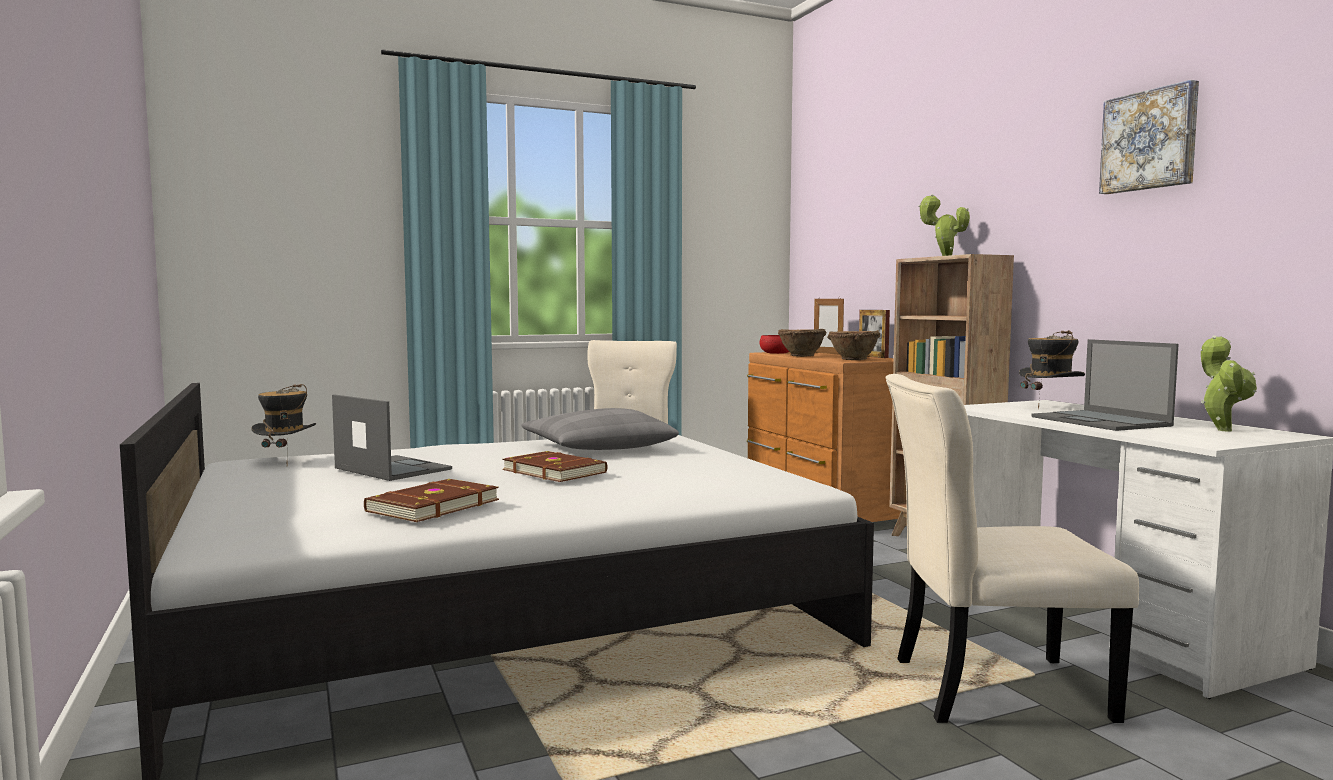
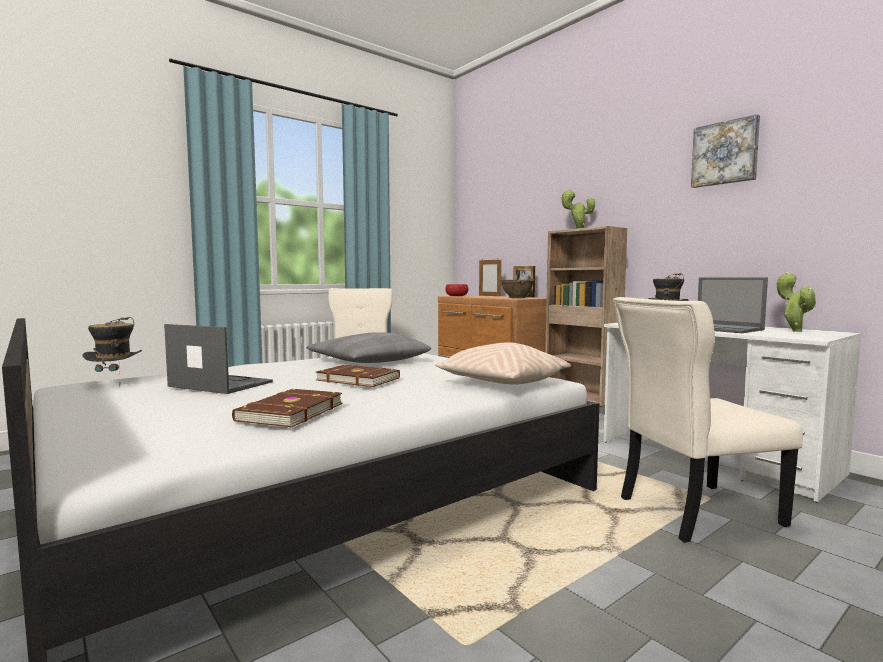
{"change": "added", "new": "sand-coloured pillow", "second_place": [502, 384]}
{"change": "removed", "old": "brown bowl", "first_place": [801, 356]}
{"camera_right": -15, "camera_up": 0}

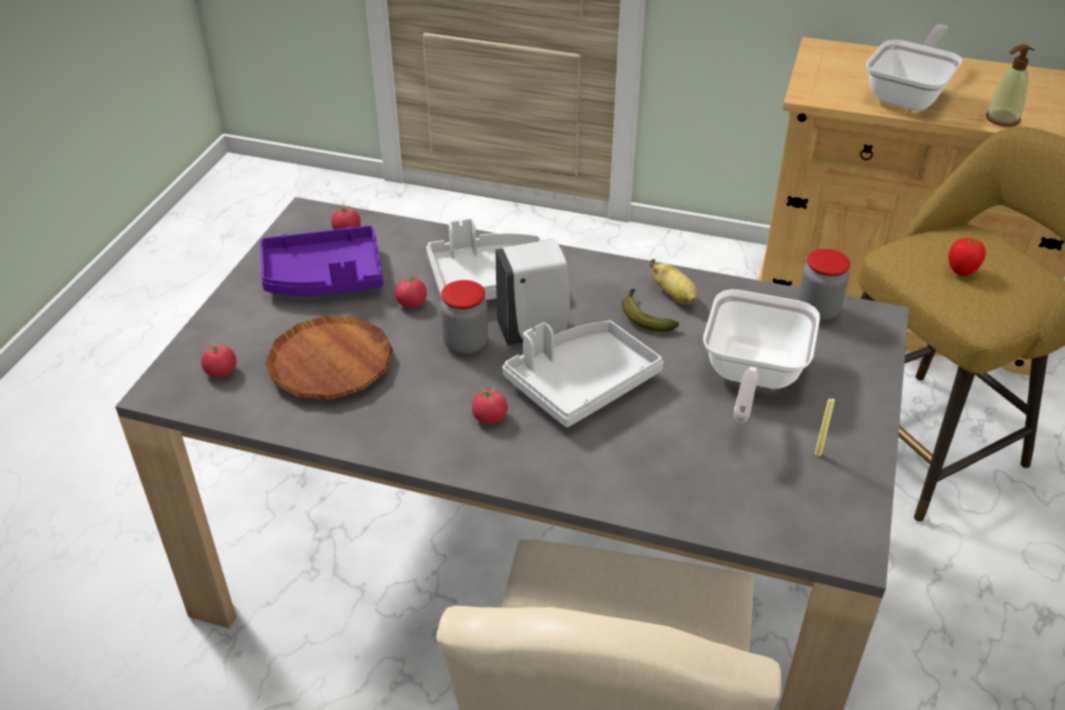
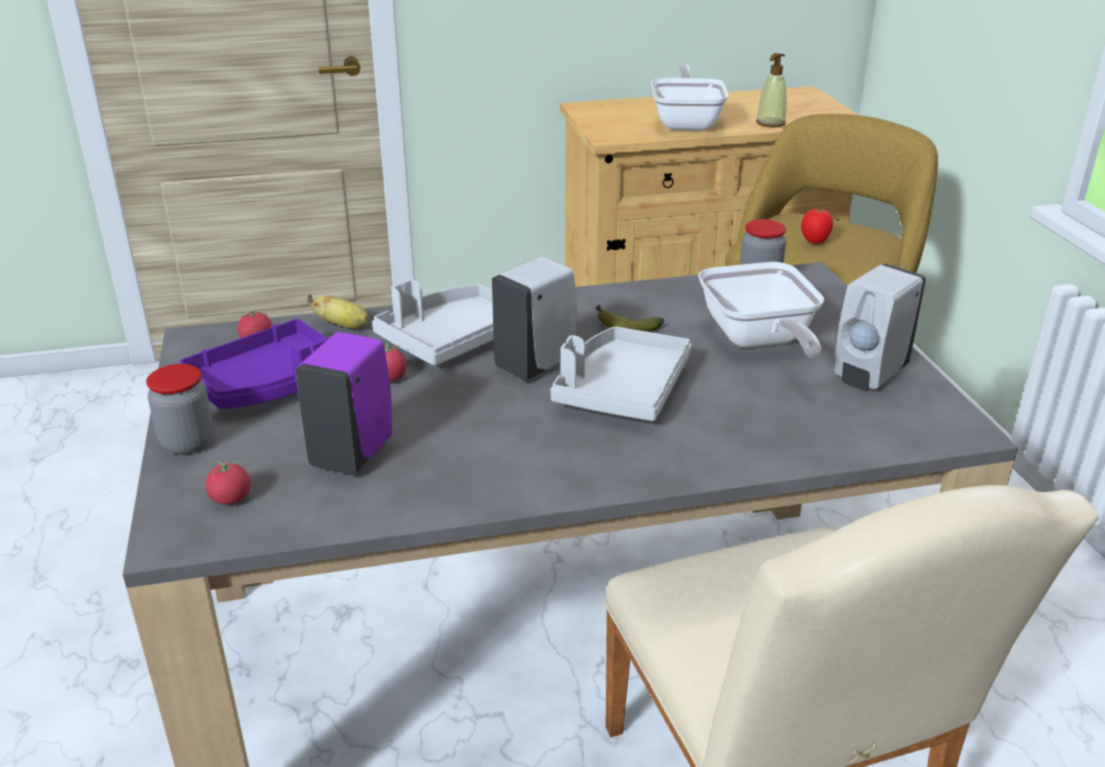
{"change": "moved", "old": "storage jar", "first_place": [465, 343], "second_place": [188, 443]}
{"change": "replaced", "old": "brown dinner plate", "new": "purple-coloured liquid soap bottle", "first_place": [330, 364], "second_place": [354, 453]}
{"change": "moved", "old": "banana", "first_place": [675, 296], "second_place": [343, 325]}
{"change": "replaced", "old": "yellow-coloured wax light", "new": "whitish liquid soap bottle", "first_place": [818, 453], "second_place": [868, 376]}
{"change": "removed", "old": "tomato", "first_place": [490, 417]}
{"camera_right": -30, "camera_up": -10}

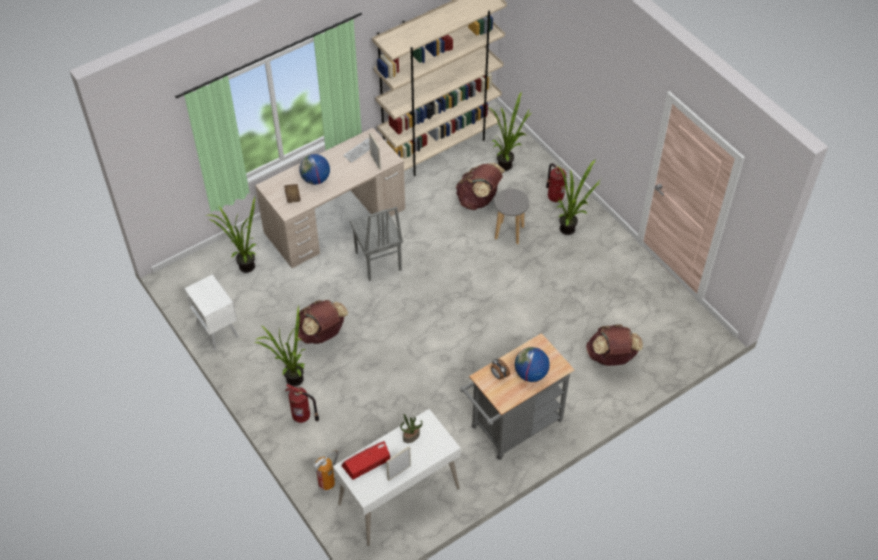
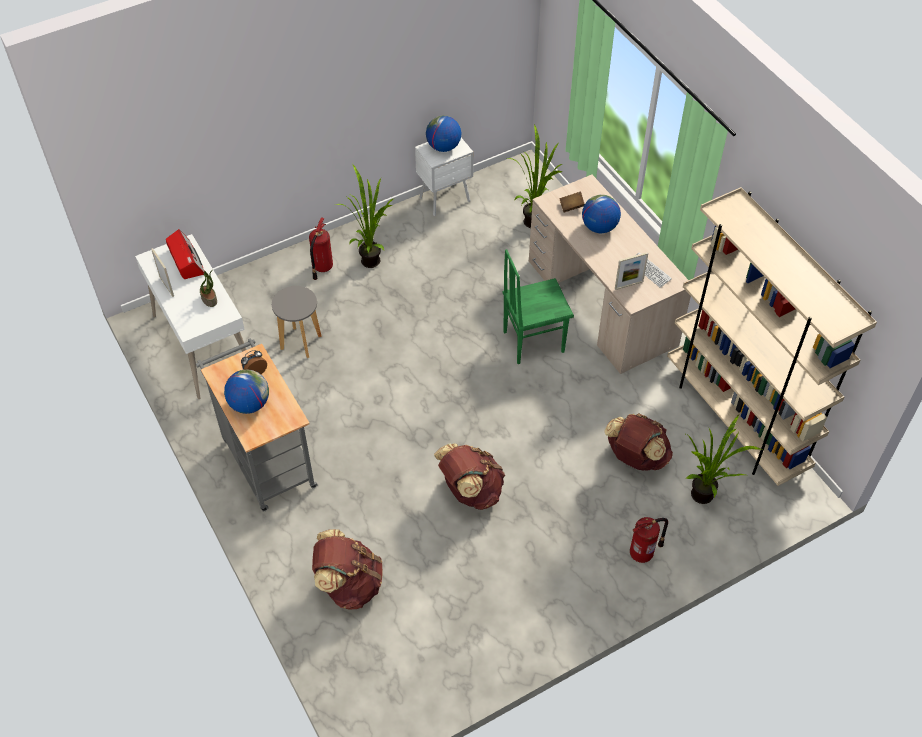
{"change": "moved", "old": "gray stool", "first_place": [509, 233], "second_place": [301, 342]}
{"change": "added", "new": "globe", "second_place": [443, 147]}
{"change": "moved", "old": "brown backpack", "first_place": [322, 334], "second_place": [470, 491]}
{"change": "recoloured", "old": "gray plain chair", "new": "green-coloured plain chair", "first_place": [377, 262], "second_place": [532, 341]}
{"change": "removed", "old": "fire-fighting cylinder", "first_place": [327, 485]}
{"change": "removed", "old": "plant in a pot", "first_place": [571, 229]}
{"camera_right": 95, "camera_up": 0}

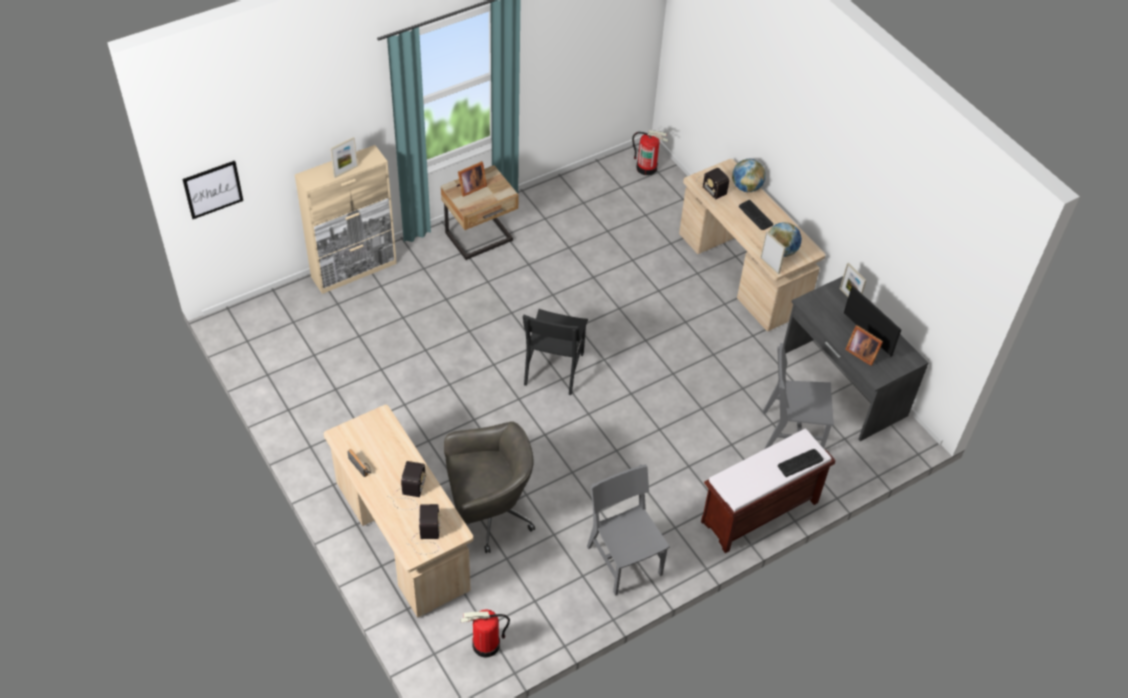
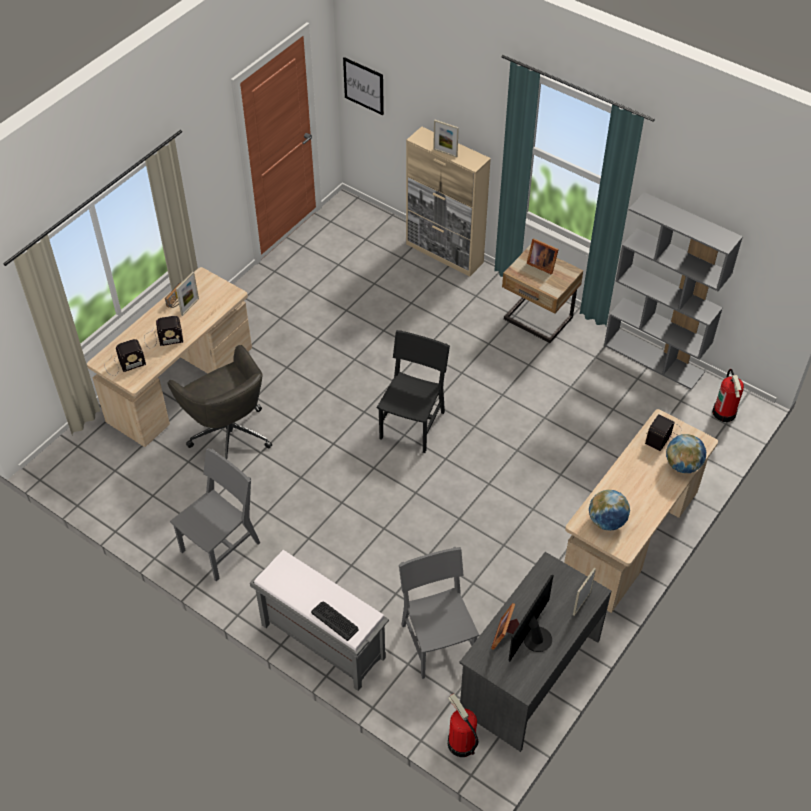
{"change": "moved", "old": "picture frame", "first_place": [770, 265], "second_place": [190, 307]}
{"change": "recoloured", "old": "brown indoor bench", "new": "gray indoor bench", "first_place": [759, 513], "second_place": [321, 641]}
{"change": "turned", "old": "blackish plain chair", "first_place": [554, 369], "second_place": [412, 425], "degrees": 120}
{"change": "moved", "old": "fire-fighting cylinder", "first_place": [486, 645], "second_place": [461, 743]}
{"change": "added", "new": "gray bookshelf", "second_place": [654, 358]}
{"change": "removed", "old": "PC keyboard", "first_place": [755, 215]}
{"camera_right": 70, "camera_up": 0}

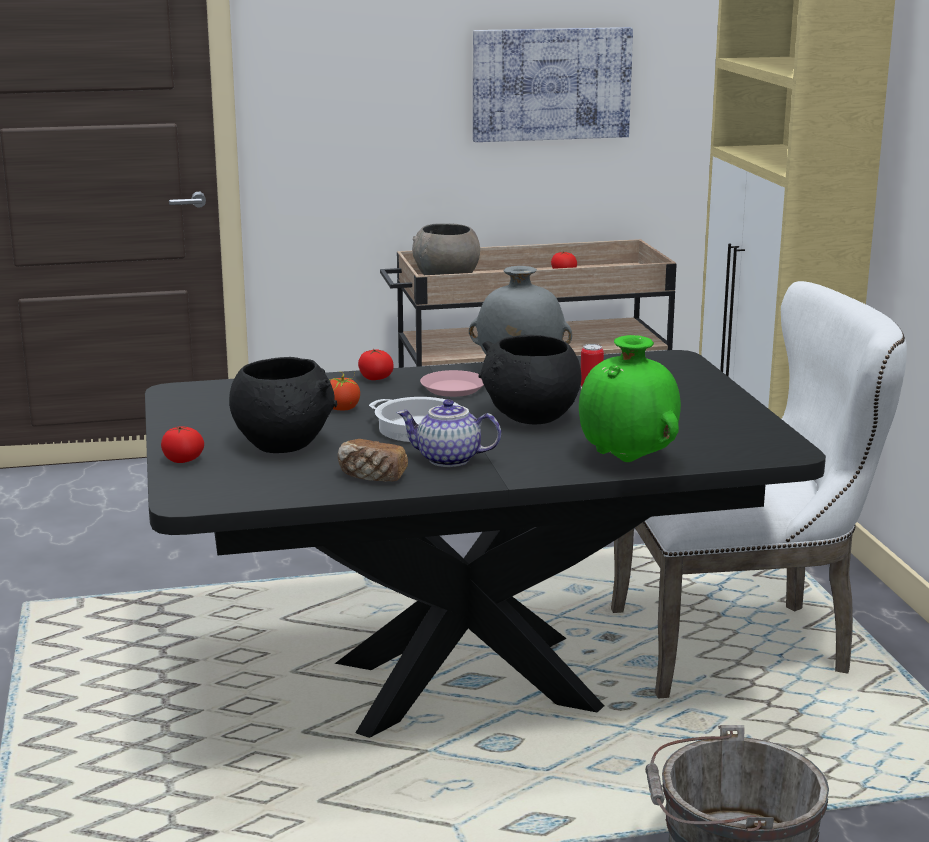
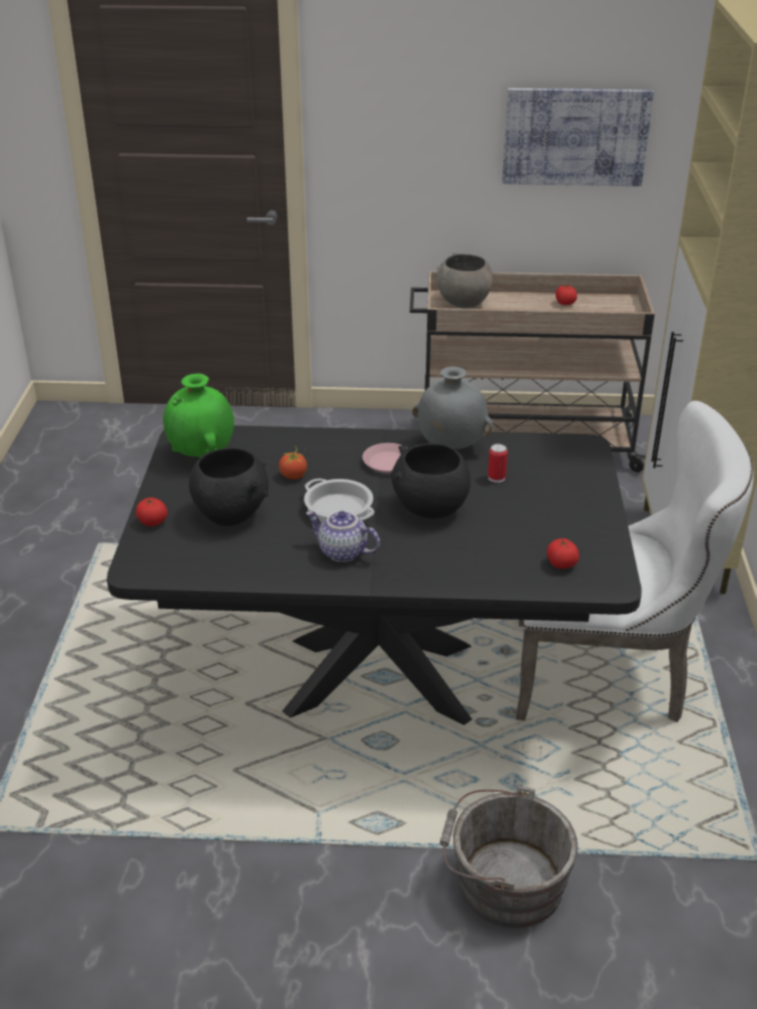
{"change": "moved", "old": "green-coloured vase", "first_place": [628, 460], "second_place": [202, 455]}
{"change": "moved", "old": "tomato", "first_place": [375, 378], "second_place": [561, 564]}
{"change": "removed", "old": "bread", "first_place": [372, 476]}
{"camera_right": 15, "camera_up": 15}

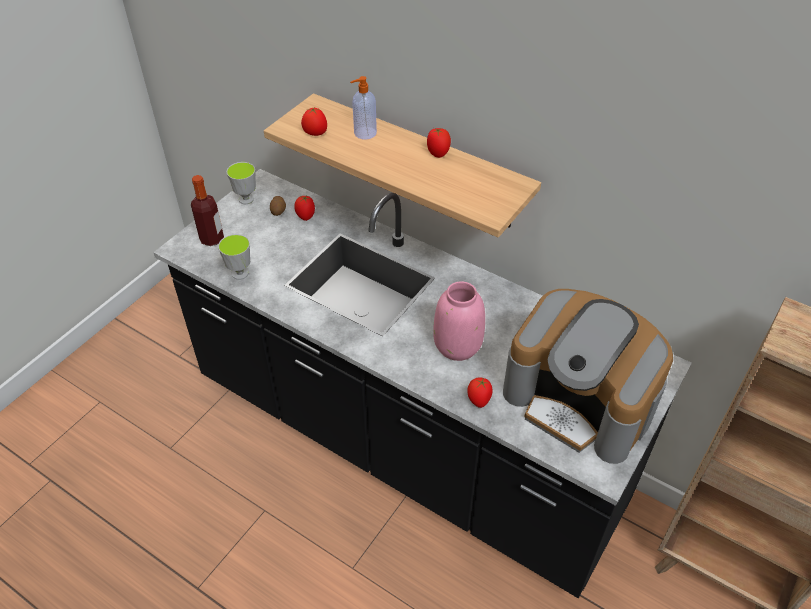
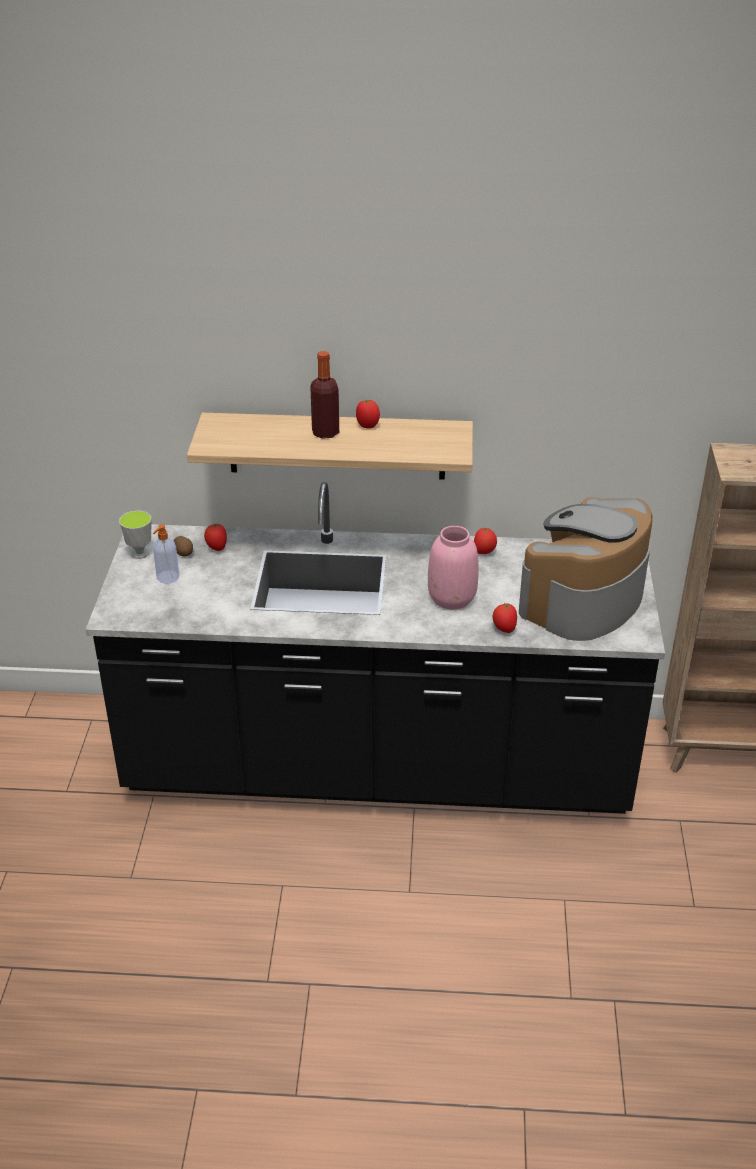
{"change": "moved", "old": "liquid soap bottle", "first_place": [364, 133], "second_place": [167, 577]}
{"change": "moved", "old": "beverage bottle", "first_place": [212, 239], "second_place": [325, 432]}
{"change": "moved", "old": "tomato", "first_place": [315, 134], "second_place": [484, 552]}
{"change": "turned", "old": "coffee machine", "first_place": [580, 401], "second_place": [584, 599], "degrees": 120}
{"change": "removed", "old": "cup", "first_place": [240, 274]}
{"camera_right": -30, "camera_up": -10}

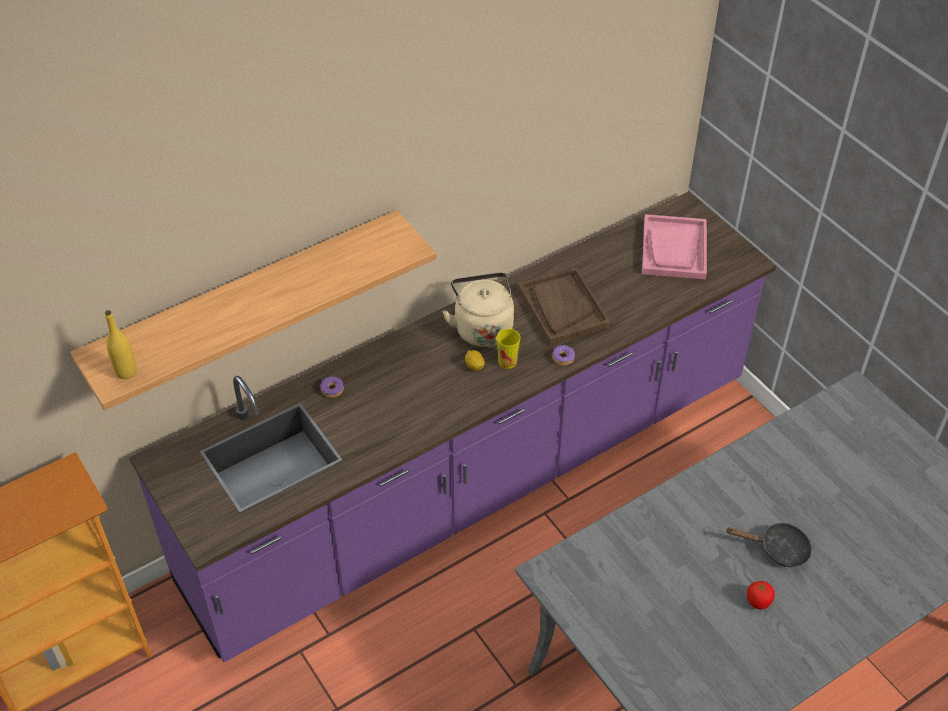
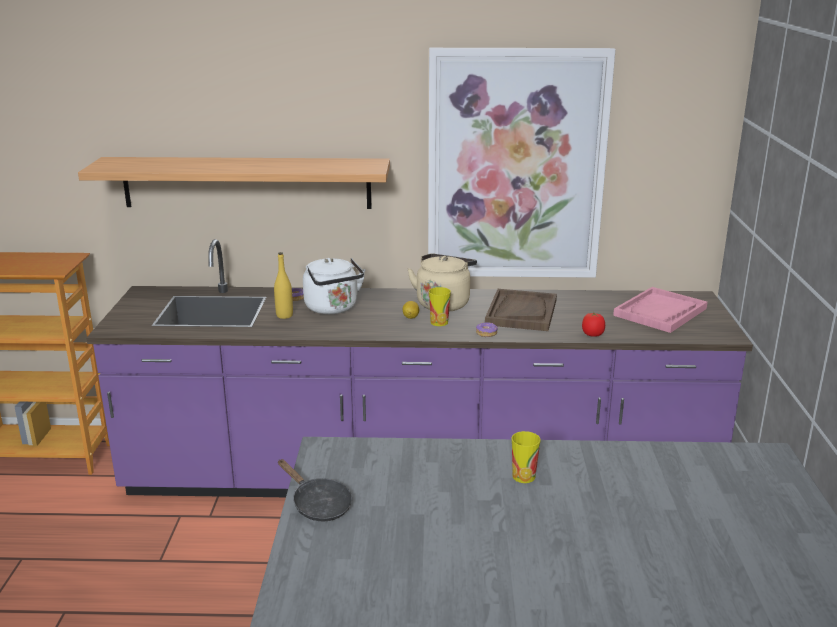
{"change": "moved", "old": "yellow-coloured beverage bottle", "first_place": [126, 372], "second_place": [284, 315]}
{"change": "moved", "old": "blackish skillet", "first_place": [778, 549], "second_place": [318, 504]}
{"change": "added", "new": "whitish tea kettle", "second_place": [333, 308]}
{"change": "added", "new": "wall art", "second_place": [516, 166]}
{"change": "added", "new": "cup", "second_place": [523, 476]}
{"change": "moved", "old": "tomato", "first_place": [758, 601], "second_place": [592, 335]}
{"camera_right": 35, "camera_up": -25}

